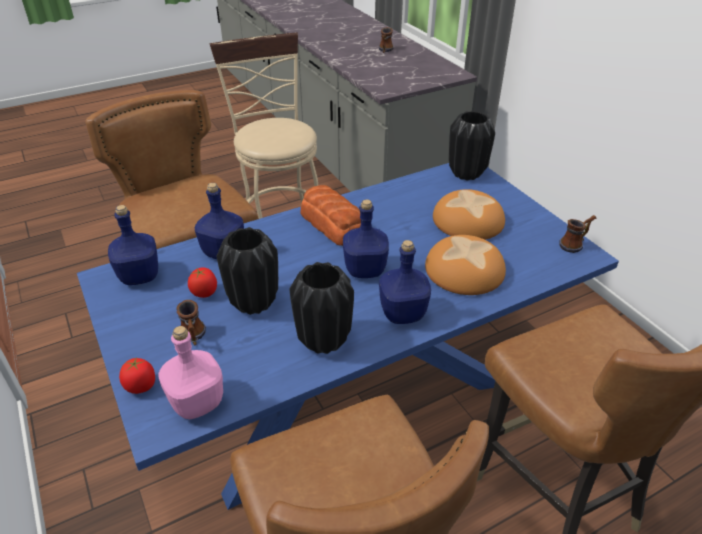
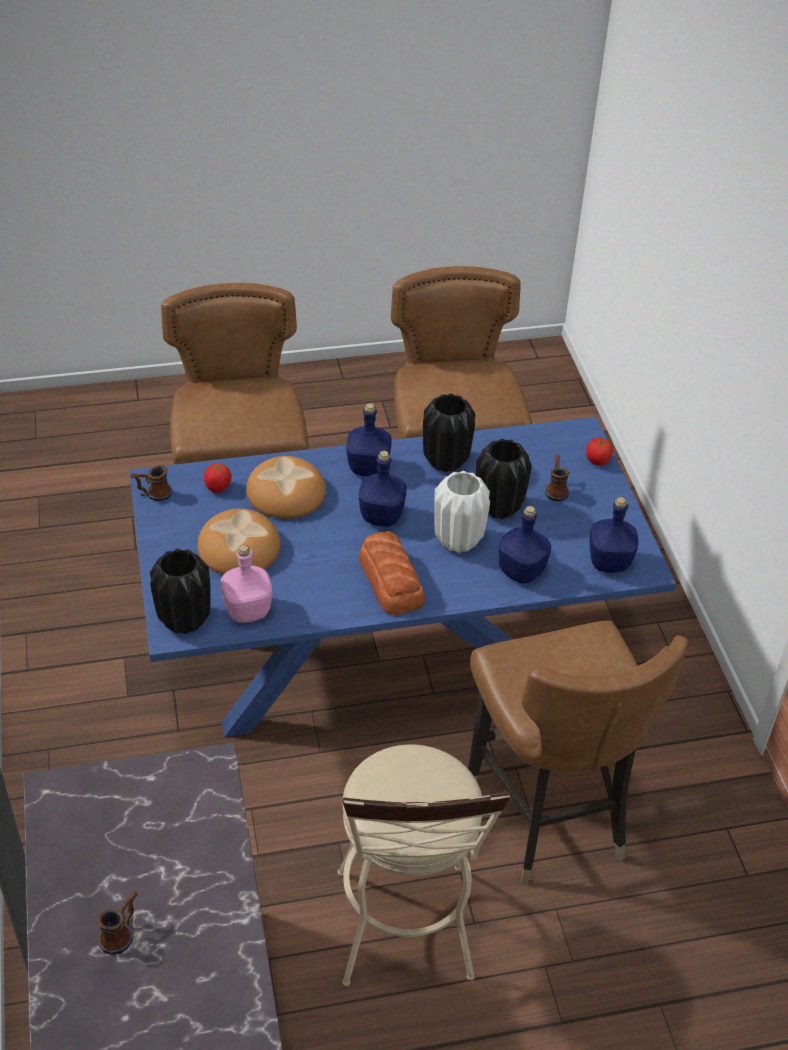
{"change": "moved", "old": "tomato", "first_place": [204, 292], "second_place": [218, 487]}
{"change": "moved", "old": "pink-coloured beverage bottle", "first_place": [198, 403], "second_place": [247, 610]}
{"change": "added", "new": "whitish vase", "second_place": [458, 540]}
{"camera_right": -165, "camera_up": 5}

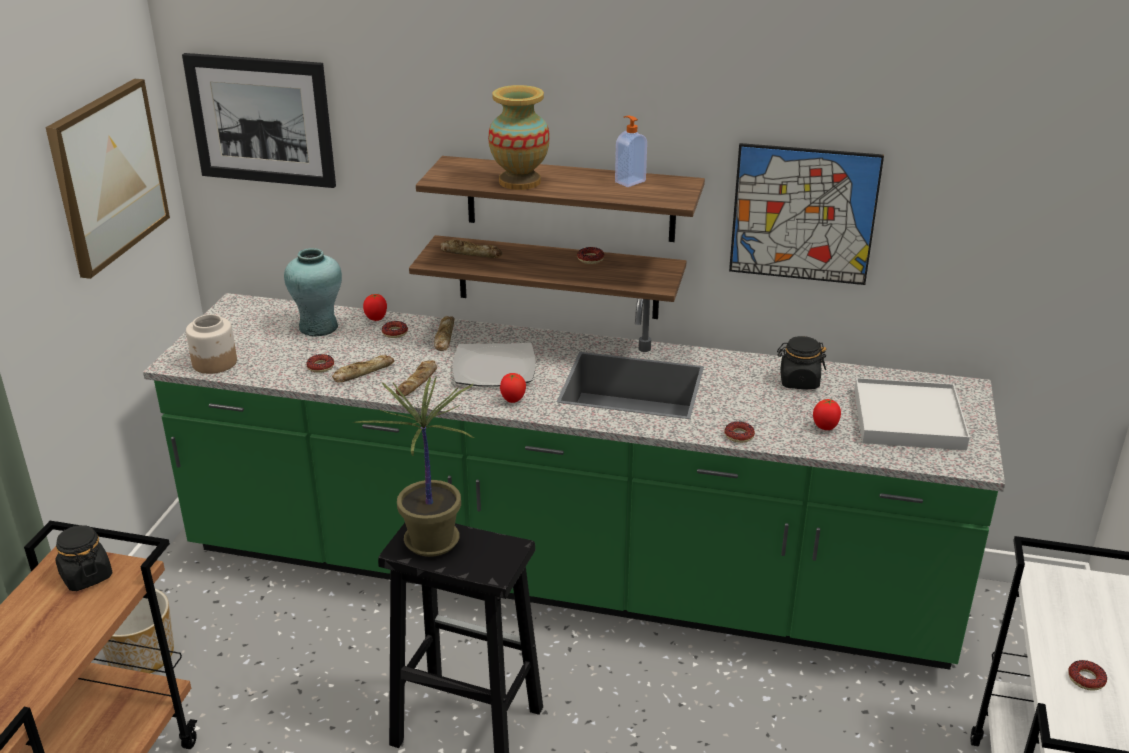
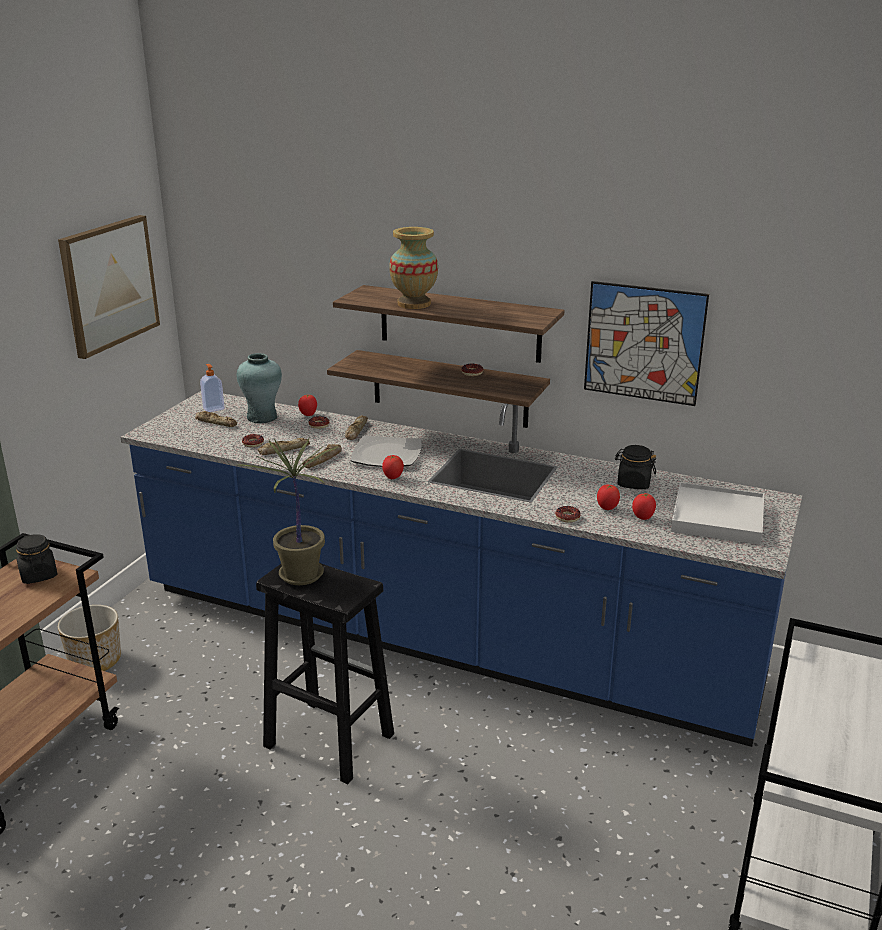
{"change": "recoloured", "old": "green-coloured kitchen base unit", "new": "bluish kitchen base unit", "first_place": [564, 575], "second_place": [440, 638]}
{"change": "moved", "old": "bread", "first_place": [471, 253], "second_place": [216, 422]}
{"change": "moved", "old": "liquid soap bottle", "first_place": [629, 181], "second_place": [213, 408]}
{"change": "added", "new": "tomato", "second_place": [607, 508]}
{"change": "removed", "old": "wall art", "first_place": [261, 120]}
{"change": "removed", "old": "storage jar", "first_place": [214, 363]}
{"change": "removed", "old": "donut", "first_place": [1086, 679]}
{"camera_right": 10, "camera_up": -5}

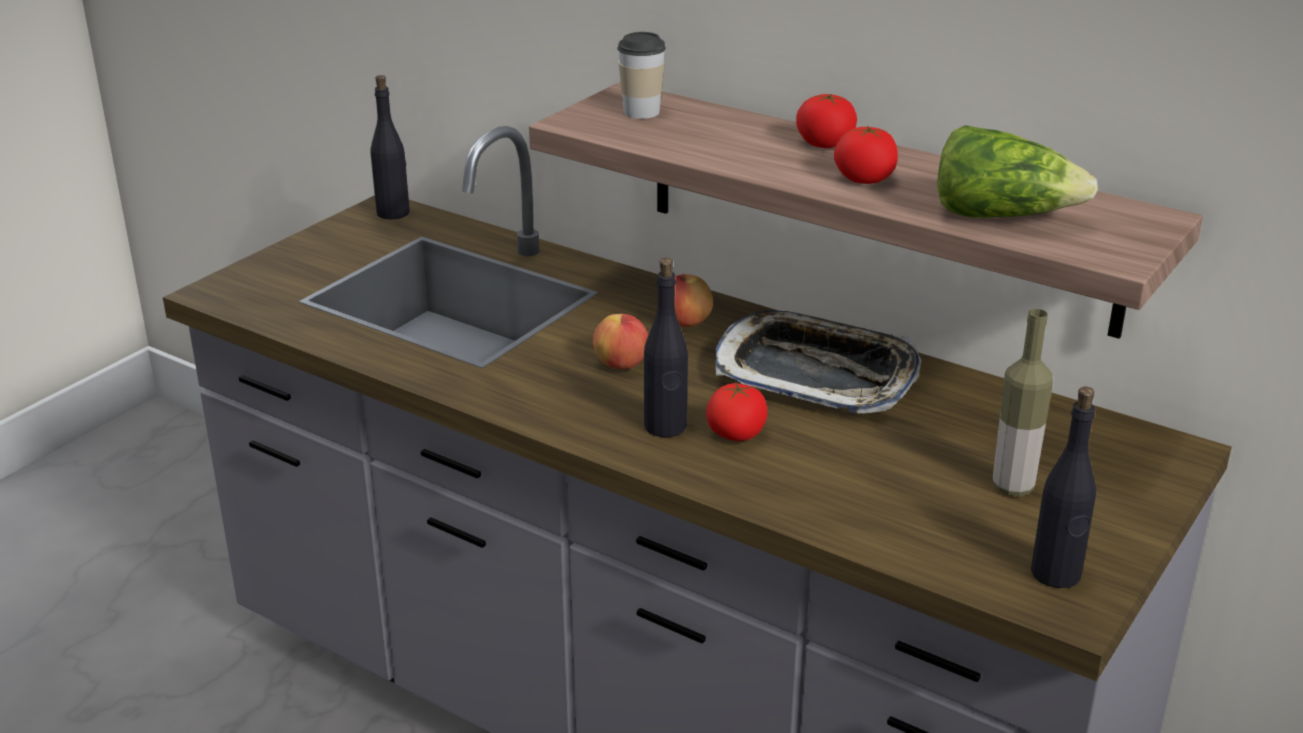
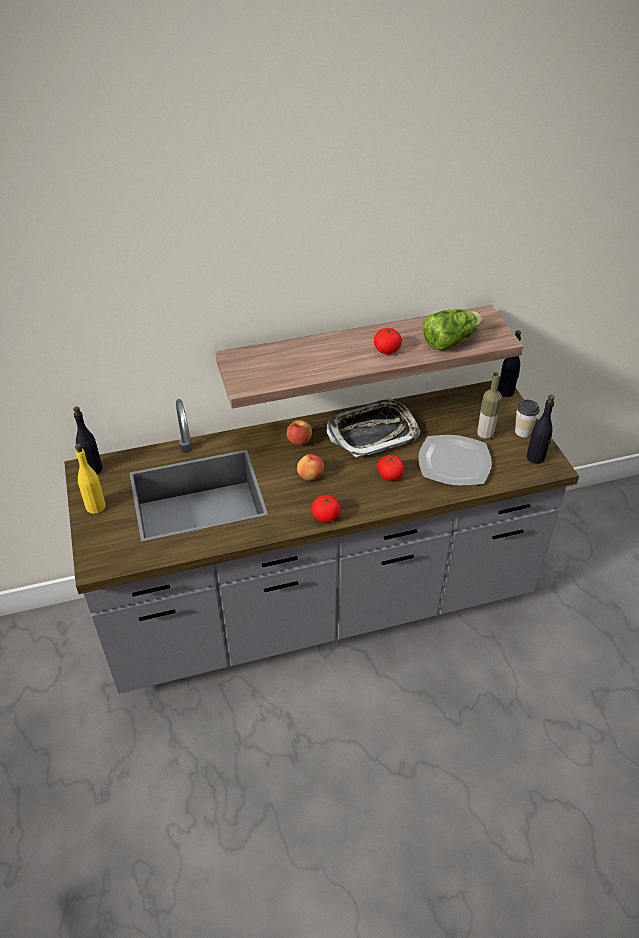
{"change": "added", "new": "yellow-coloured beverage bottle", "second_place": [95, 506]}
{"change": "moved", "old": "tomato", "first_place": [825, 144], "second_place": [326, 516]}
{"change": "added", "new": "dinner plate", "second_place": [453, 462]}
{"change": "moved", "old": "blackish beverage bottle", "first_place": [665, 427], "second_place": [506, 392]}
{"change": "moved", "old": "cup", "first_place": [641, 112], "second_place": [522, 431]}
{"camera_right": -50, "camera_up": 15}

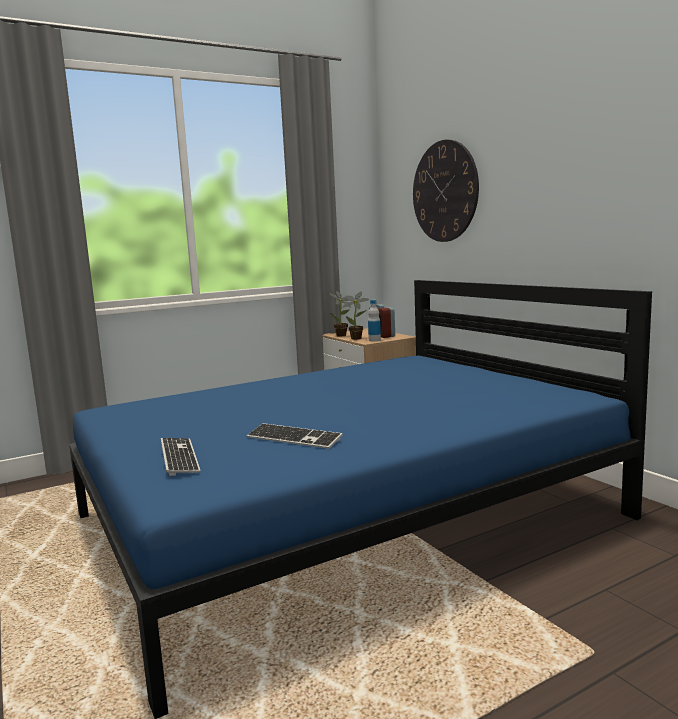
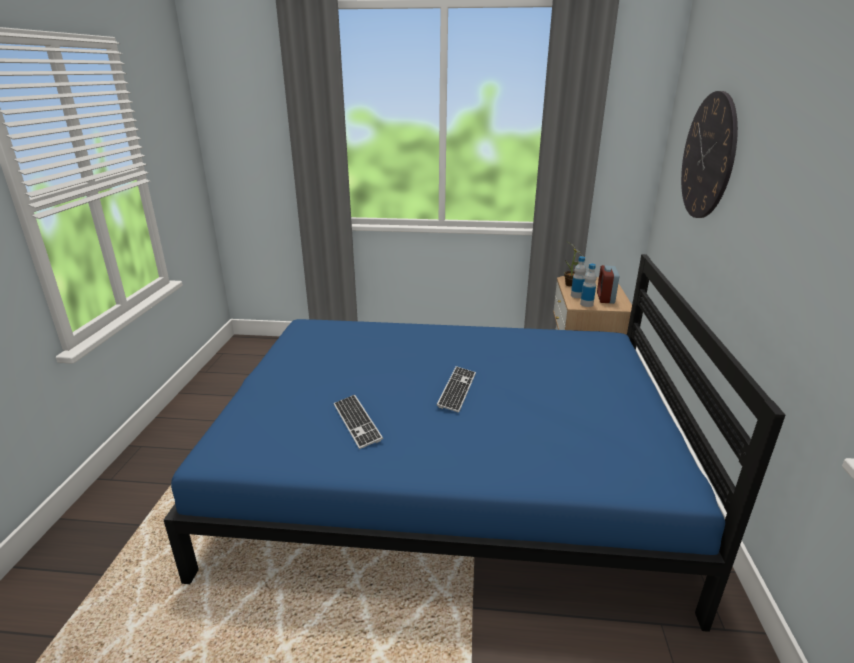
{"change": "moved", "old": "PC keyboard", "first_place": [179, 457], "second_place": [457, 390]}
{"change": "replaced", "old": "plant in a pot", "new": "beverage bottle", "first_place": [358, 338], "second_place": [576, 296]}
{"camera_right": 35, "camera_up": 15}

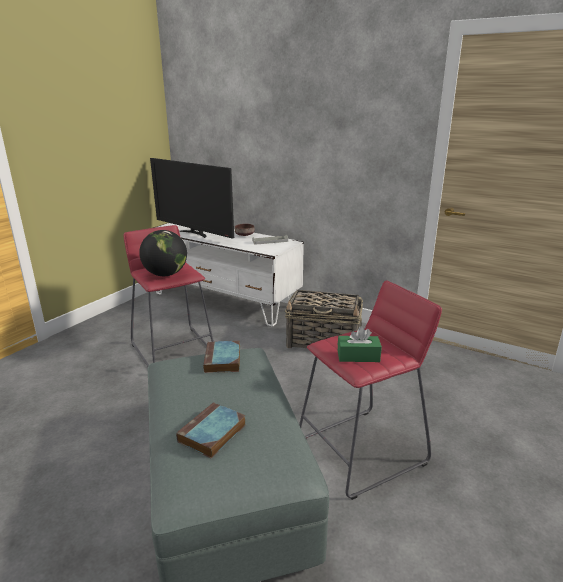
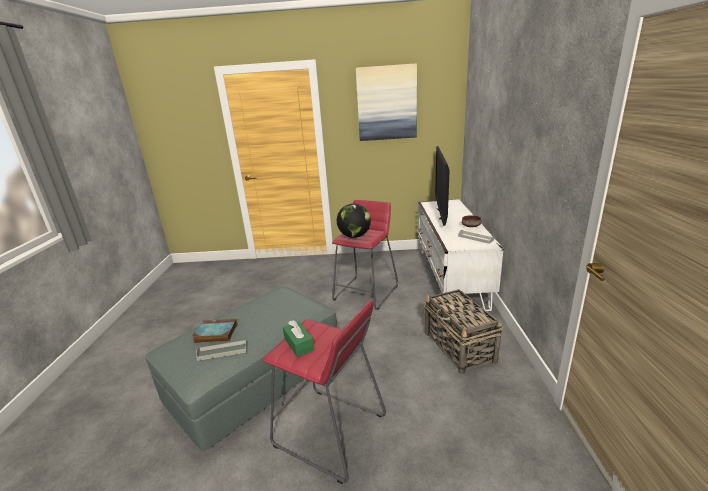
{"change": "added", "new": "gray carrying tray", "second_place": [223, 351]}
{"change": "added", "new": "wall art", "second_place": [386, 103]}
{"change": "removed", "old": "bound book", "first_place": [223, 360]}
{"camera_right": 60, "camera_up": 0}

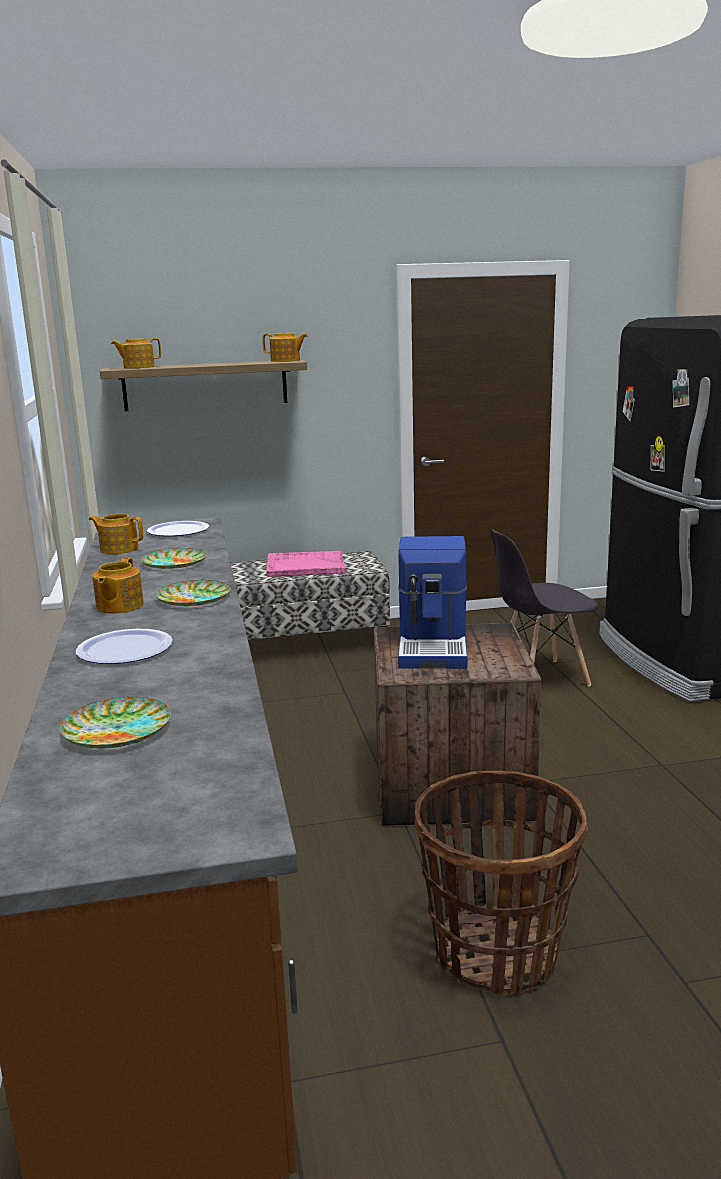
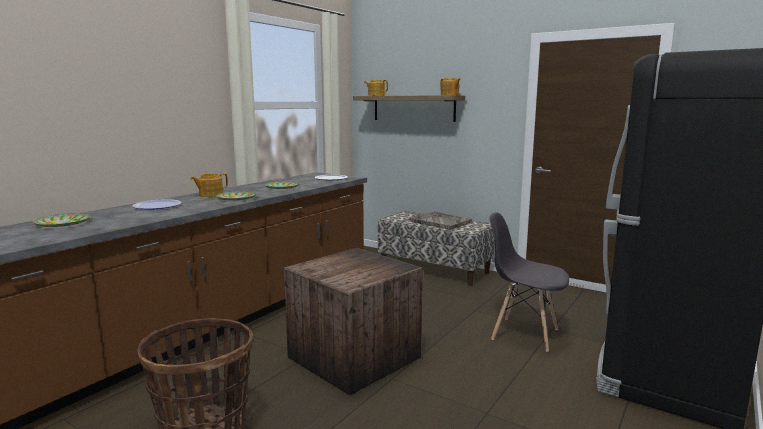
{"change": "recoloured", "old": "pink-coloured carrying tray", "new": "gray carrying tray", "first_place": [304, 566], "second_place": [440, 222]}
{"change": "removed", "old": "tea pot", "first_place": [118, 549]}
{"change": "removed", "old": "coffee machine", "first_place": [434, 646]}
{"camera_right": 45, "camera_up": -5}

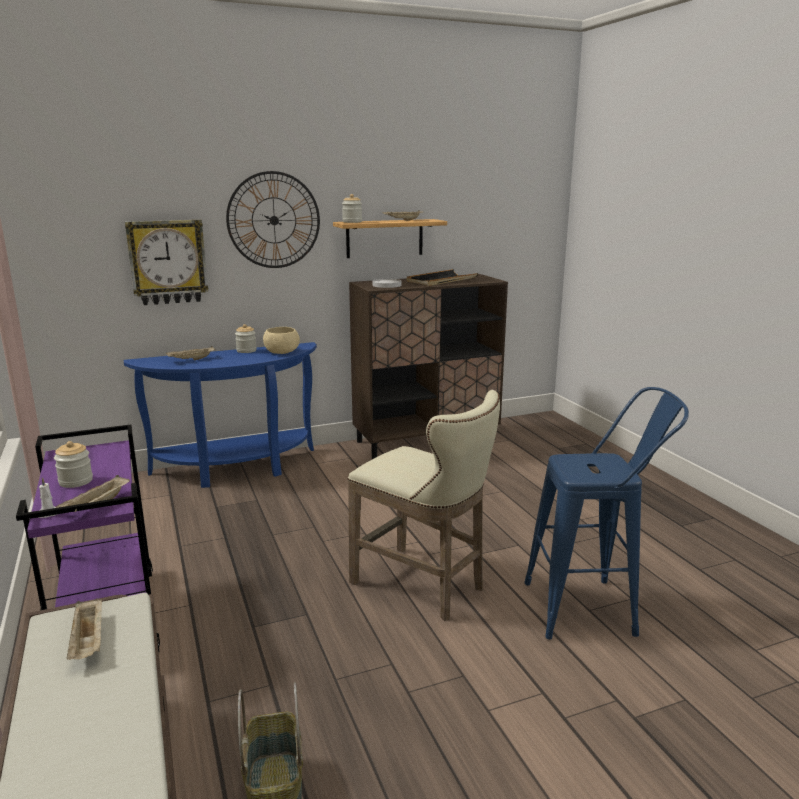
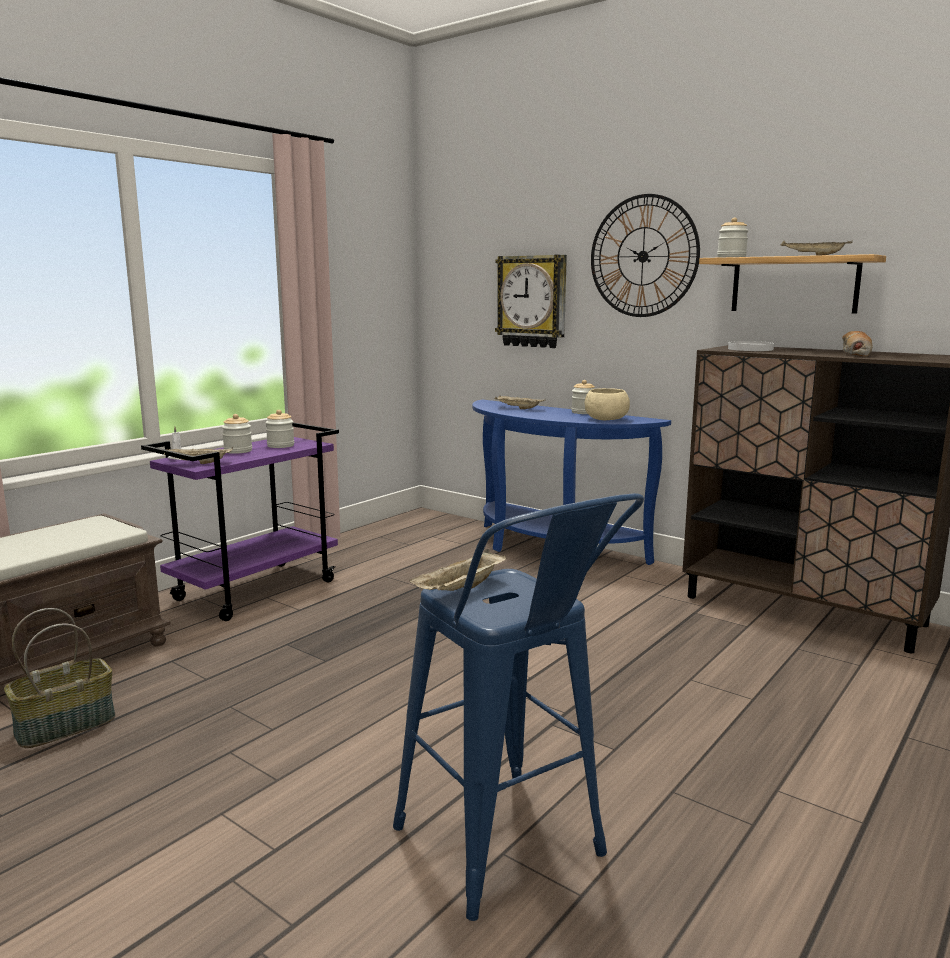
{"change": "added", "new": "storage jar", "second_place": [280, 445]}
{"change": "moved", "old": "sand-coloured carrying tray", "first_place": [89, 642], "second_place": [460, 590]}
{"change": "replaced", "old": "blackish carrying tray", "new": "bread", "first_place": [441, 280], "second_place": [854, 353]}
{"change": "removed", "old": "sand-coloured stool", "first_place": [424, 587]}
{"camera_right": 60, "camera_up": -5}

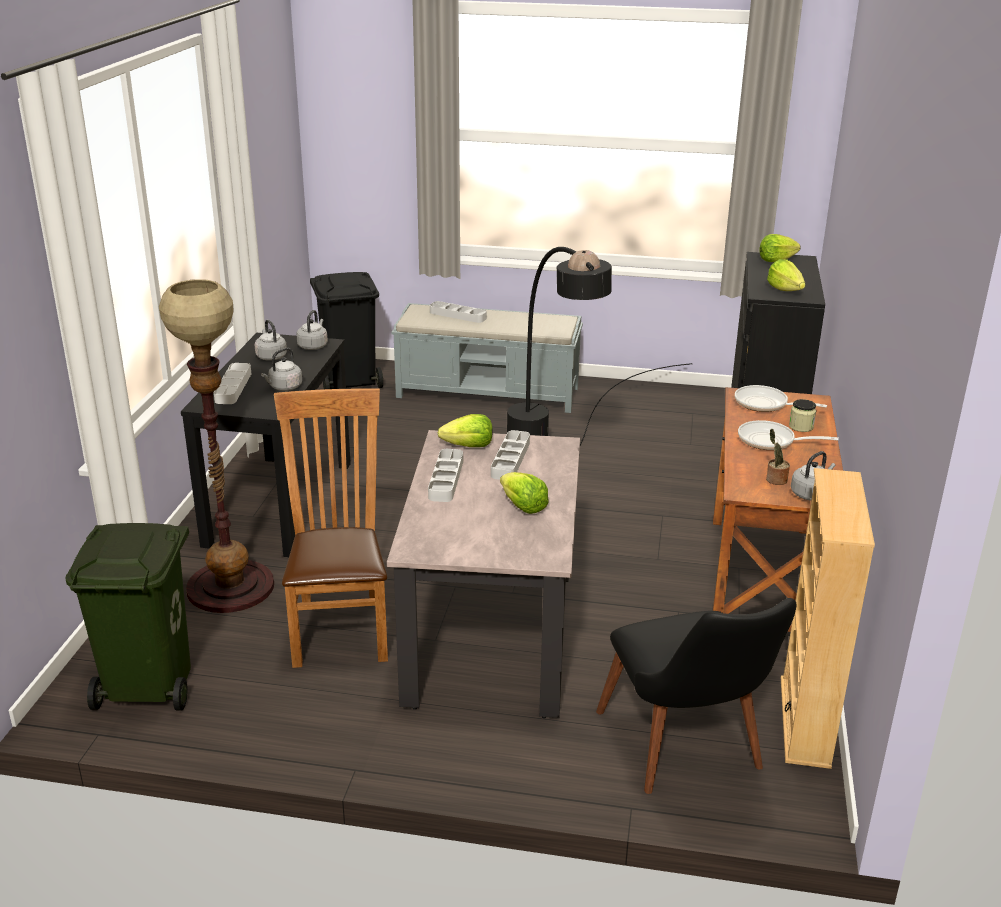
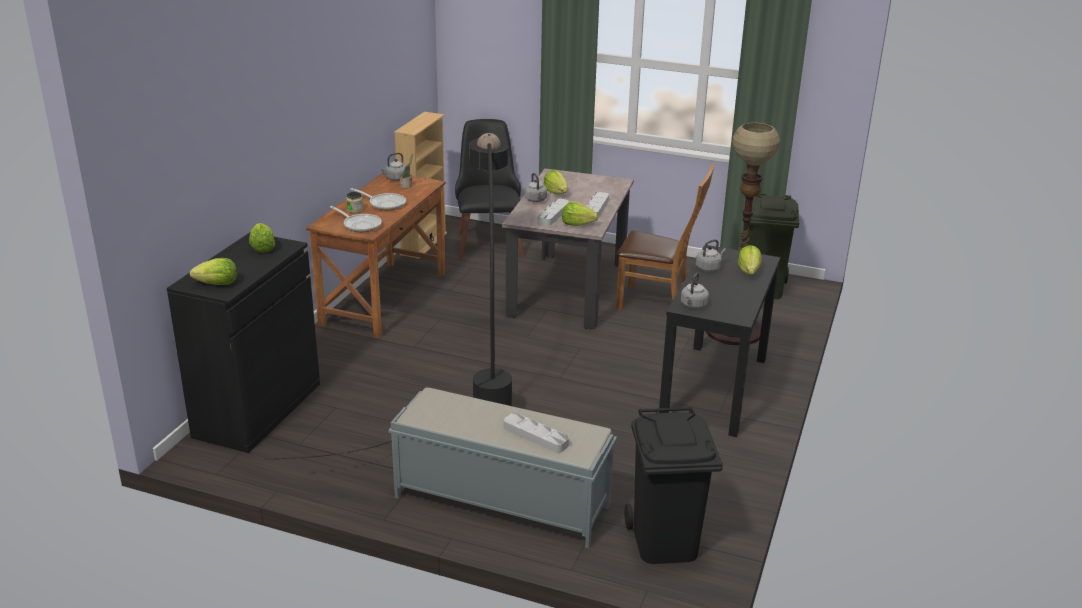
{"change": "moved", "old": "gray tea kettle", "first_place": [270, 356], "second_place": [536, 200]}
{"change": "turned", "old": "brown plain chair", "first_place": [340, 627], "second_place": [657, 303], "degrees": -75}
{"change": "replaced", "old": "gray carrying tray", "new": "lettuce", "first_place": [233, 387], "second_place": [749, 271]}
{"camera_right": -170, "camera_up": 0}

